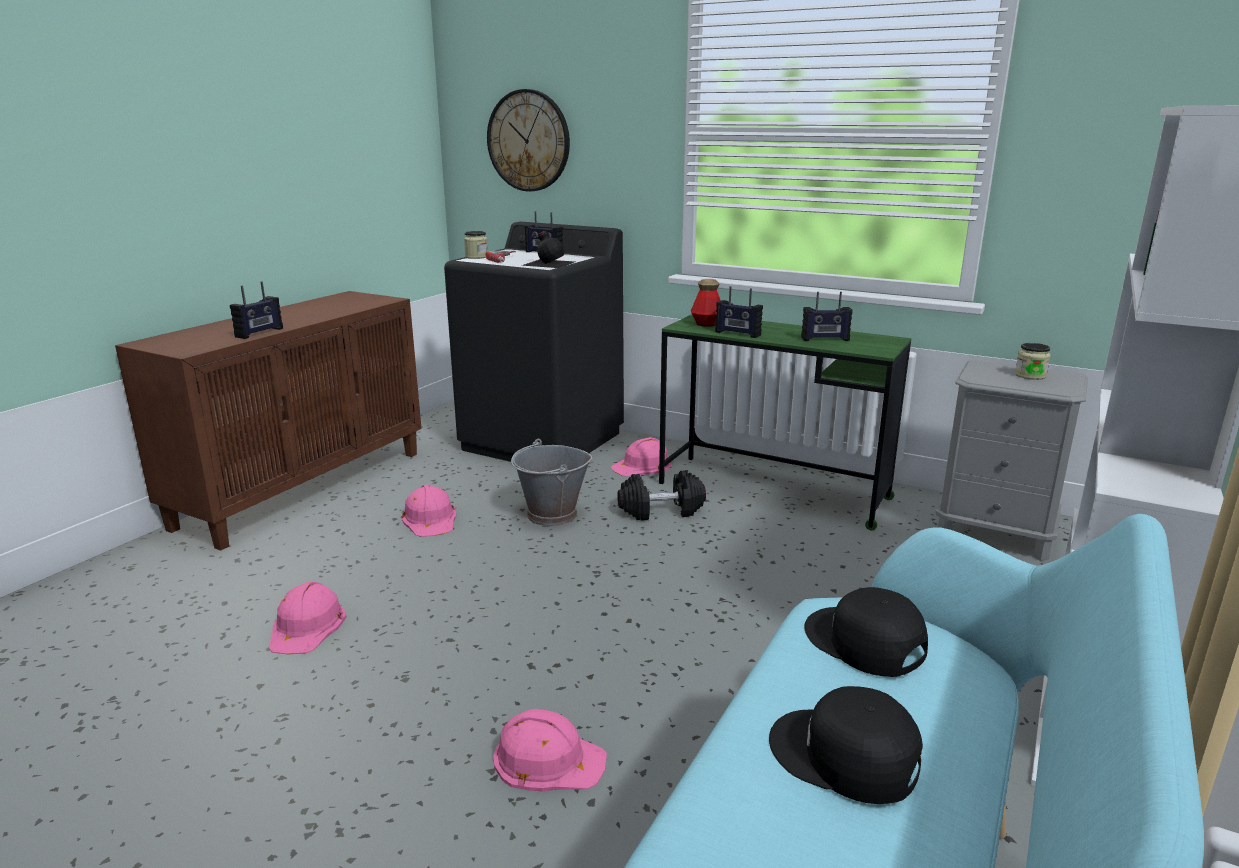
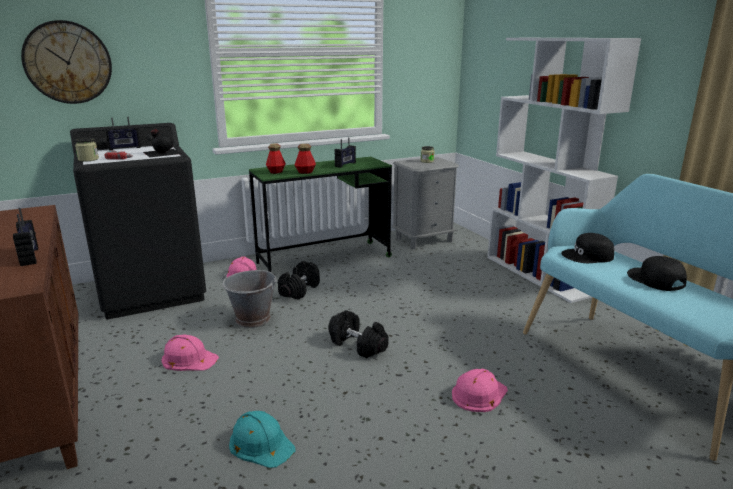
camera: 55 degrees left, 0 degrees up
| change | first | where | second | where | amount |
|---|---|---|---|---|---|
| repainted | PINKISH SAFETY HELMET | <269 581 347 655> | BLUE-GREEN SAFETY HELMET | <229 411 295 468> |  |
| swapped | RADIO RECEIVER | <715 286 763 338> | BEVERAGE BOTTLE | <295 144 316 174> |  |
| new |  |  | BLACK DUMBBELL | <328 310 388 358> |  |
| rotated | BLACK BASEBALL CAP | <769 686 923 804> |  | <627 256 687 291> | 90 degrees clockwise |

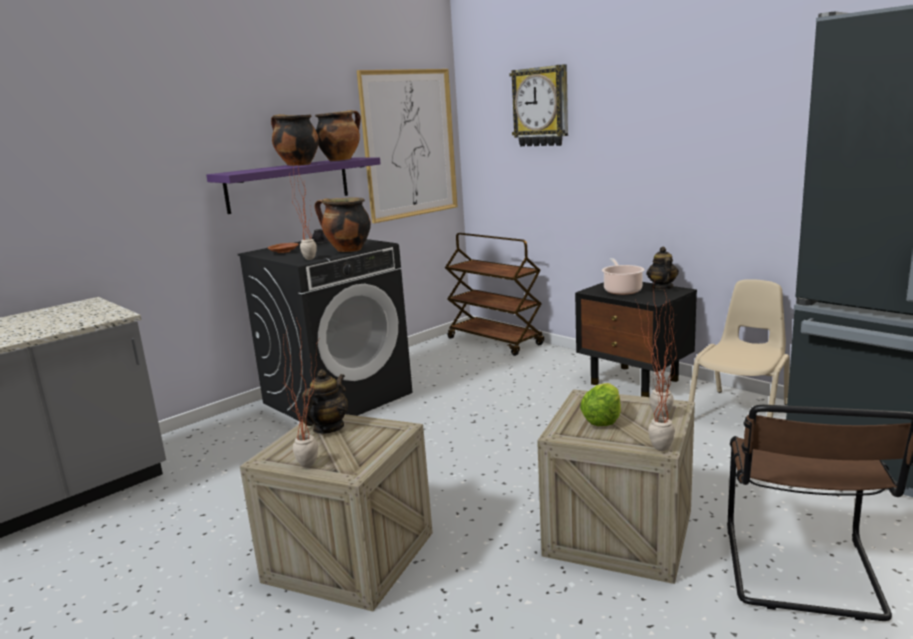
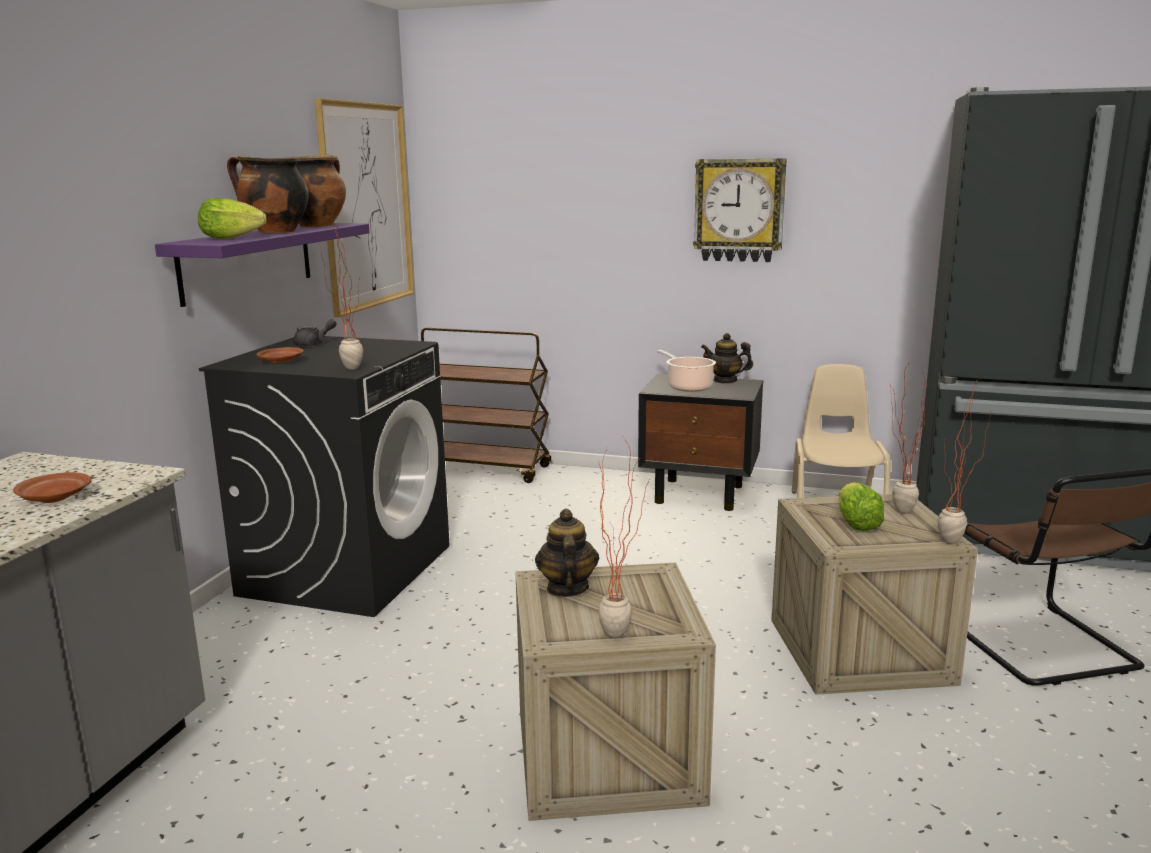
camera: 30 degrees left, 0 degrees up
| change | first | where | second | where | amount |
|---|---|---|---|---|---|
| new |  |  | BROWN-COLOURED FLAT DISH | <13 472 92 503> |  |
| new |  |  | HEAD OF LETTUCE | <198 198 267 239> |  |
| shifted | CLOCK ON THE WALL | <510 64 568 146> |  | <693 158 787 262> |  |
| rotated | POT FOR TEA | <647 247 679 290> |  | <701 333 753 384> | 45 degrees counterclockwise |
| gone | COOKING POT | <315 197 371 252> |  |  |  |

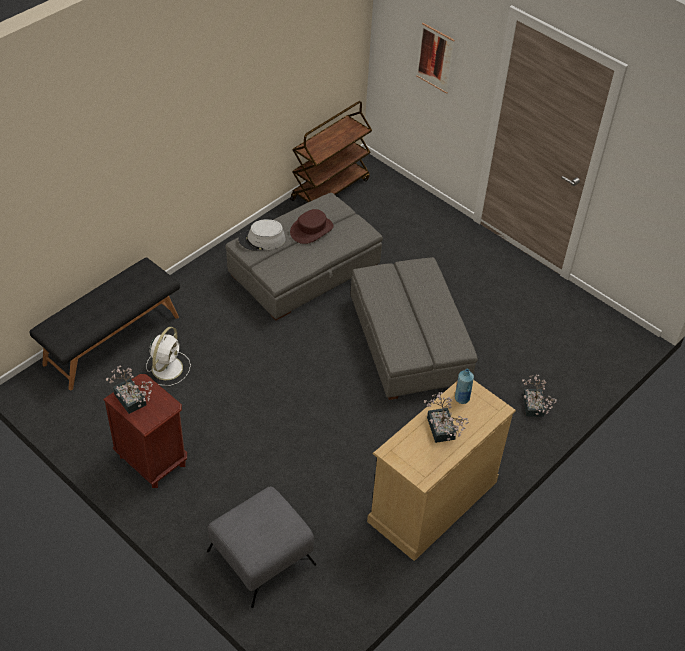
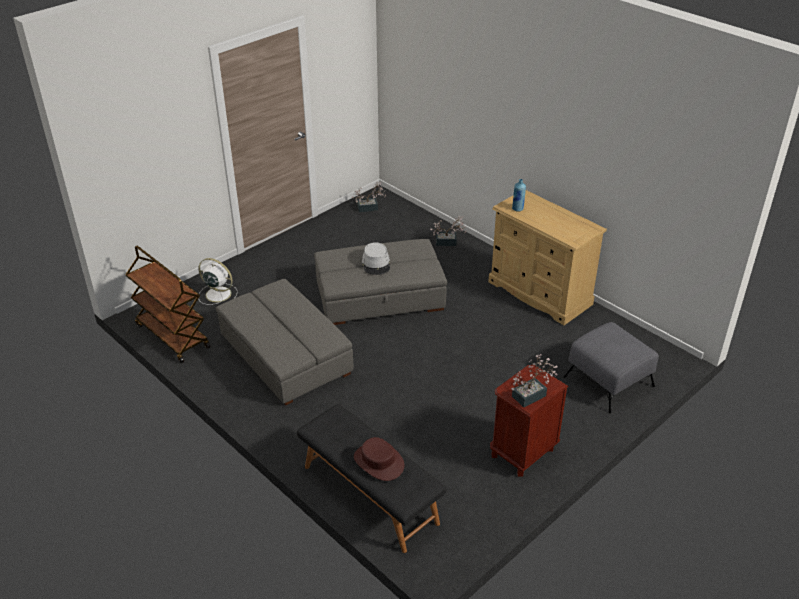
camera: 85 degrees left, 10 degrees down
| change | first | where | second | where | amount |
|---|---|---|---|---|---|
| shifted | WHITE-COLOURED COOLING FAN | <146 327 191 386> |  | <198 258 238 305> |  |
| shifted | HOUSEPLANT | <424 392 469 443> |  | <352 182 386 212> |  |
| shifted | BROWN-COLOURED WEARABLE HAT | <290 209 334 244> |  | <354 437 405 481> |  |
| shifted | GRAY WEARABLE HAT | <238 219 286 251> |  | <362 242 390 275> |  |
| gone | WALL PICTURE | <416 23 455 94> |  |  |  |

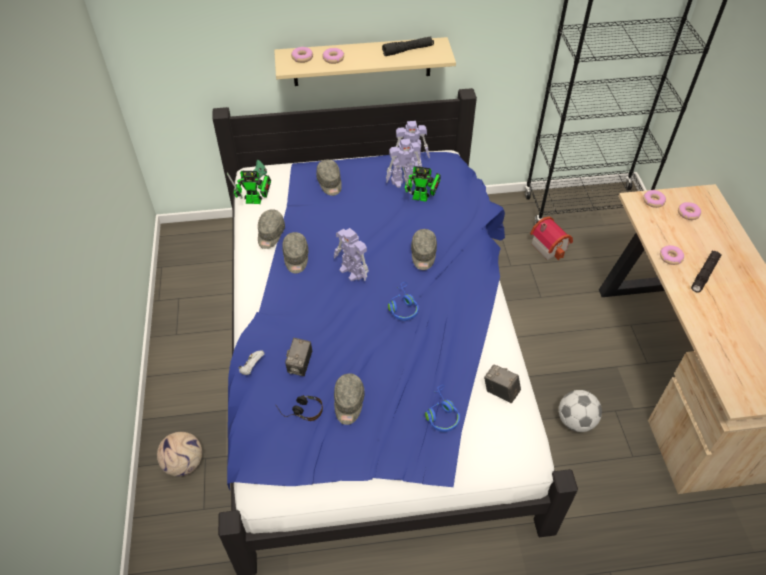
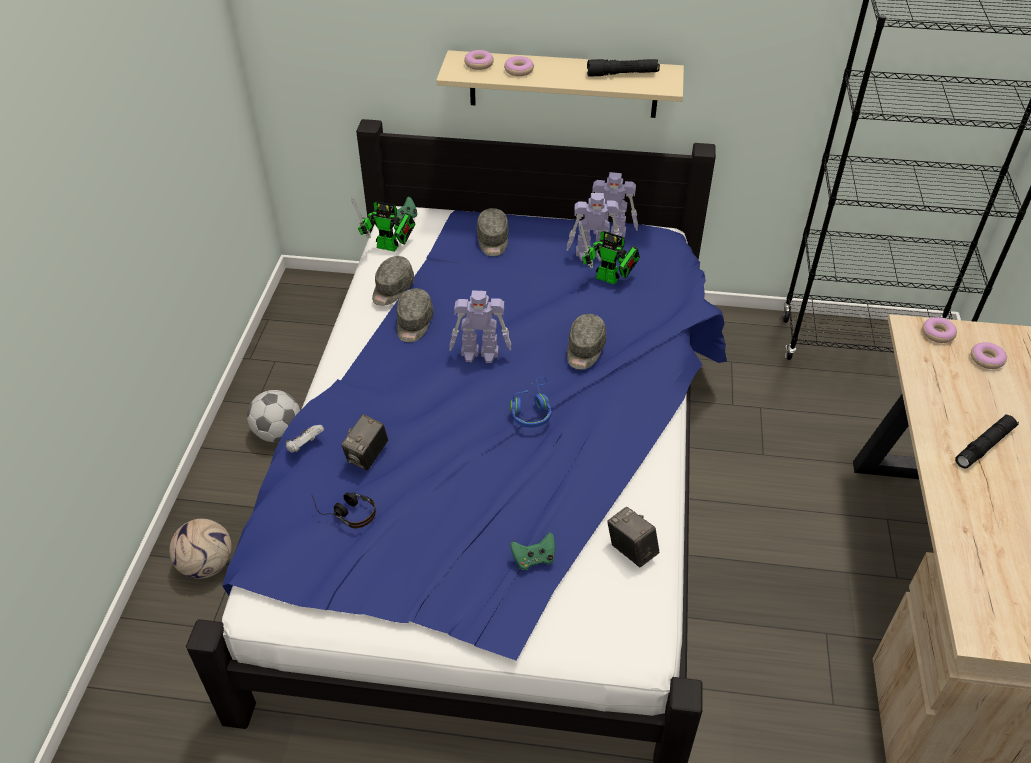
camera: 15 degrees right, 5 degrees down
| change | first | where | second | where | amount |
|---|---|---|---|---|---|
| shifted | FOOTBALL | <559 390 602 432> |  | <247 390 300 442> |  |
| rotated | TOY ROBOT | <334 228 369 281> |  | <449 290 511 363> | 60 degrees counterclockwise |
| swapped | BLUE-COLOURED HEADSET | <425 385 460 432> | GREEN JOYPAD | <510 532 555 570> |  |
| gone | GRAY BASEBALL CAP | <334 373 364 425> |  |  |  |
| gone | MINIATURE HOUSE | <530 216 573 260> |  |  |  |
| gone | RING DOUGHNUT | <660 245 684 265> |  |  |  |

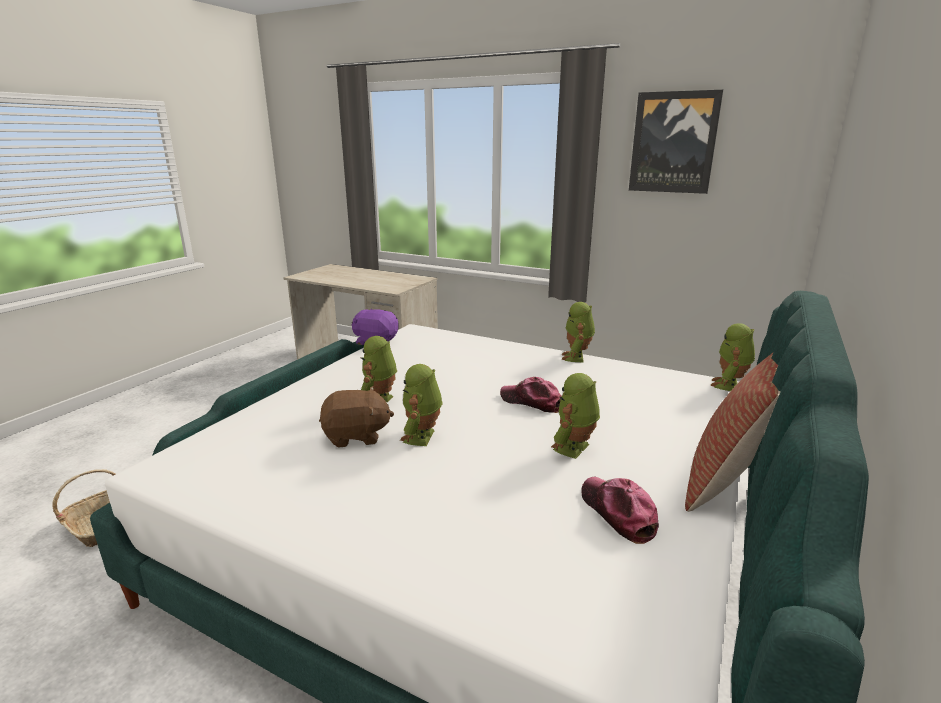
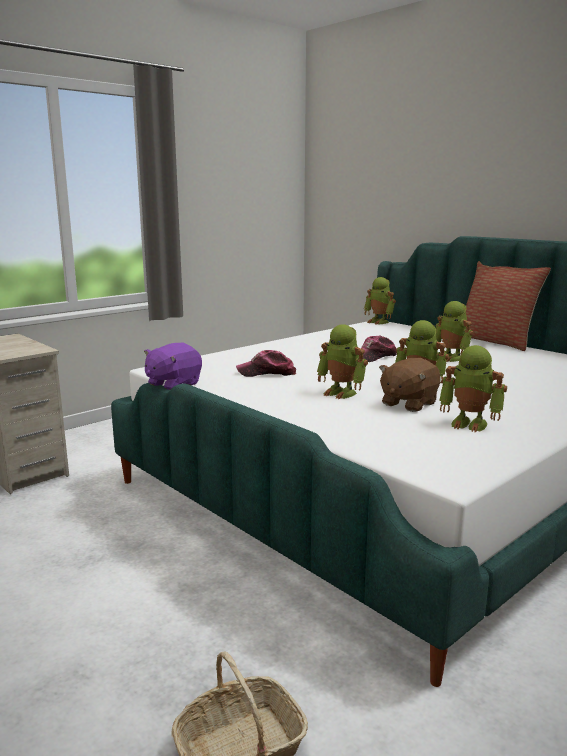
camera: 70 degrees left, 5 degrees down
| change | first | where | second | where | amount |
|---|---|---|---|---|---|
| shifted | BASEBALL CAP | <581 477 659 544> |  | <236 350 296 377> |  |
| rotated | BROWN-COLOURED SOFT TOY | <319 386 394 448> |  | <379 358 441 412> | 150 degrees counterclockwise |
| shifted | TOY ROBOT | <562 302 595 362> |  | <439 345 507 432> |  |
| gone | WALL PICTURE | <629 90 723 194> |  |  |  |

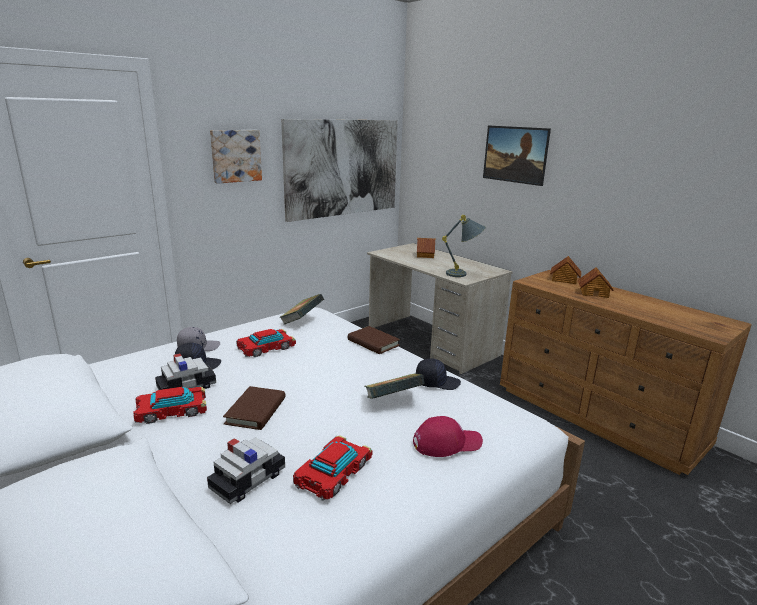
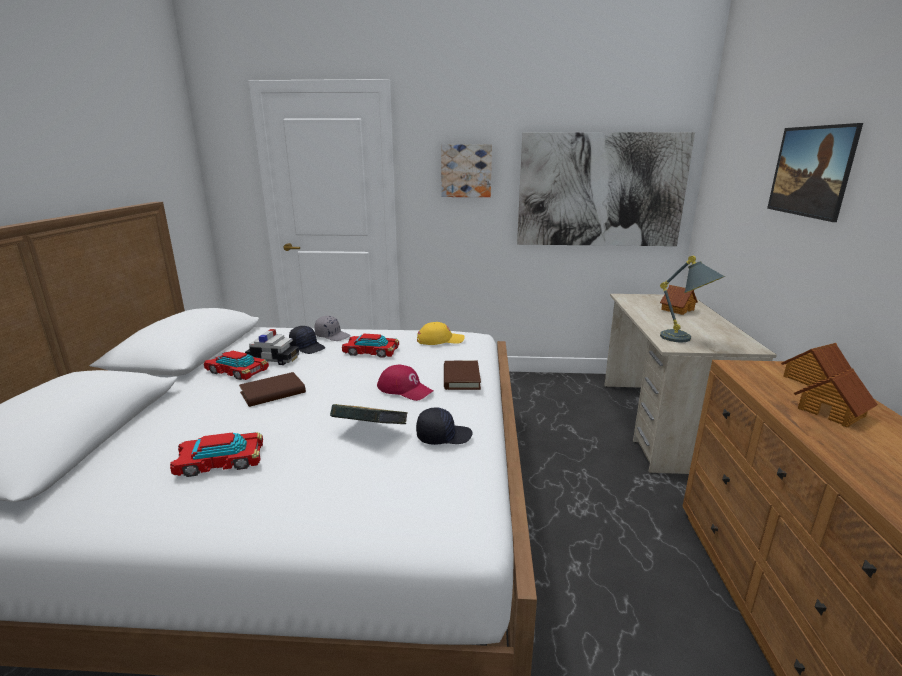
camera: 45 degrees right, 0 degrees up
| change | first | where | second | where | amount |
|---|---|---|---|---|---|
| shifted | REDDISH BASEBALL CAP | <413 416 483 457> |  | <377 364 434 401> |  |
| rotated | BLACK BASEBALL CAP | <416 358 461 390> |  | <416 407 472 445> | 60 degrees counterclockwise |
| swapped | VOLUME | <279 294 324 325> | YELLOWISH BASEBALL CAP | <417 322 465 345> |  |
| gone | MODEL CAR | <207 437 285 504> |  |  |  |

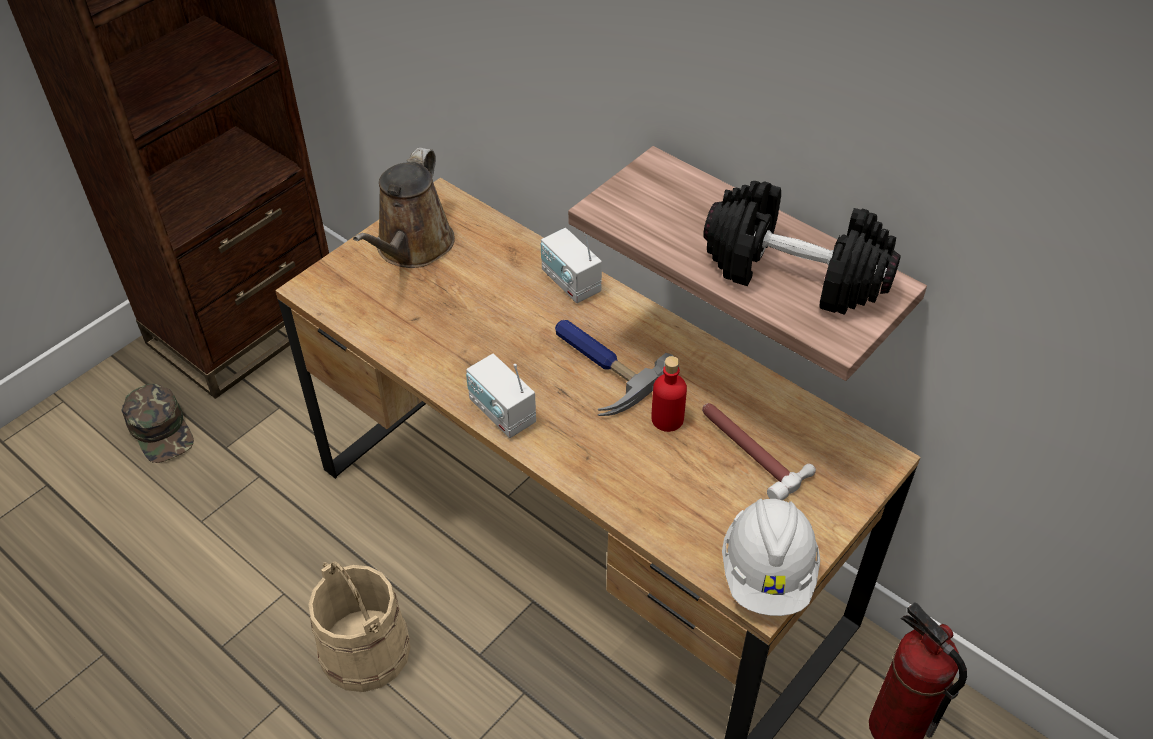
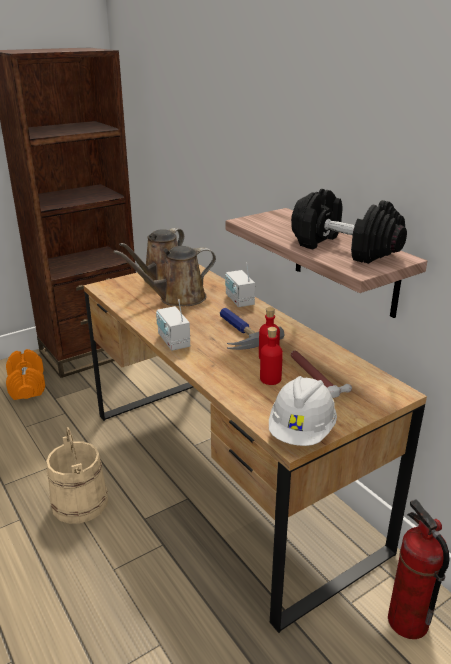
camera: 15 degrees right, 20 degrees down
| change | first | where | second | where | amount |
|---|---|---|---|---|---|
| swapped | GREEN BASEBALL CAP | <121 384 194 463> | ORANGE DUMBBELL | <6 349 45 400> |  |
| new |  |  | BROWN-COLOURED WATERING CAN | <114 246 216 306> |  |
| new |  |  | REDDISH BEVERAGE BOTTLE | <260 327 283 385> |  |

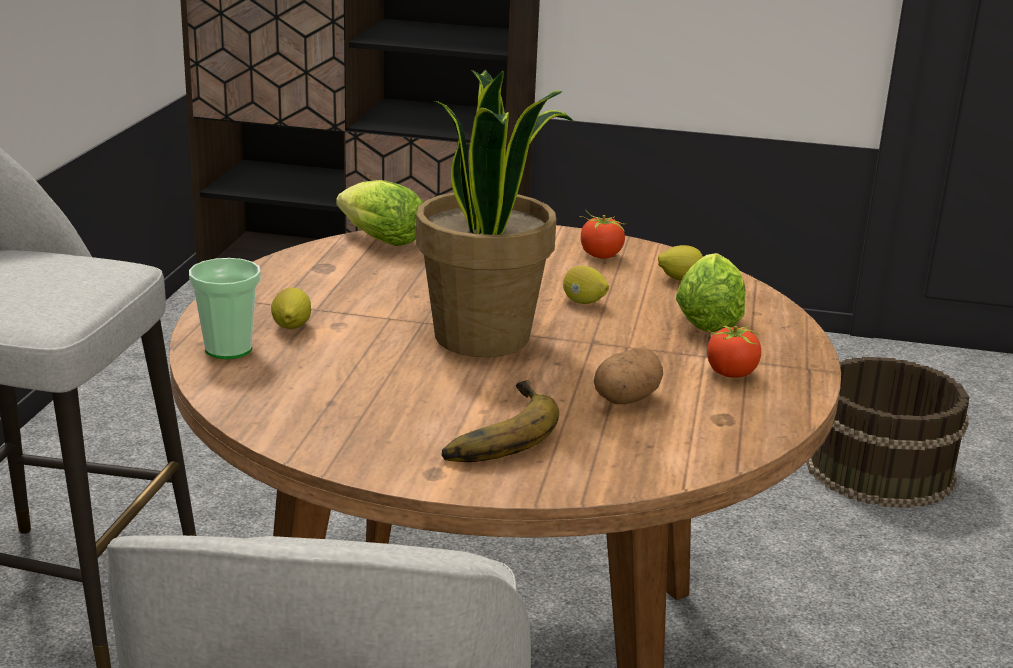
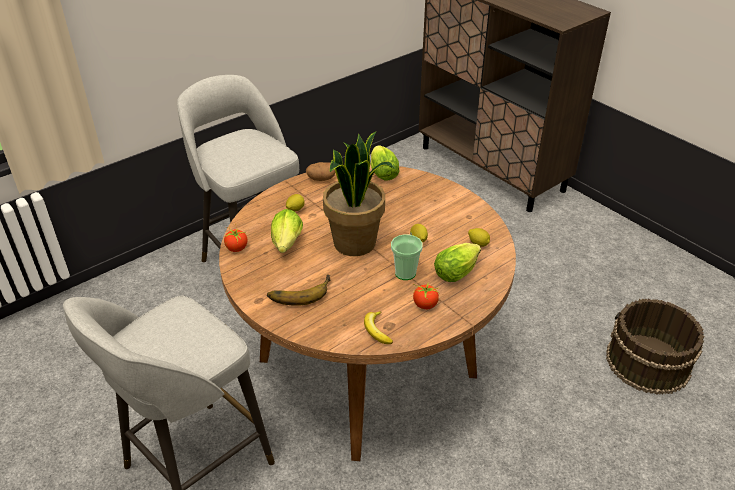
camera: 40 degrees right, 15 degrees up
| change | first | where | second | where | amount |
|---|---|---|---|---|---|
| shifted | WHOLE TOMATO | <580 210 627 259> |  | <224 224 248 252> |  |
| new |  |  | HEAD OF LETTUCE | <271 209 303 253> |  |
| shifted | WHOLE POTATO | <594 348 663 404> |  | <306 162 335 181> |  |
| new |  |  | BANANA | <364 311 393 344> |  |
| shifted | SMALL CUP | <189 258 261 359> |  | <391 234 423 280> |  |

